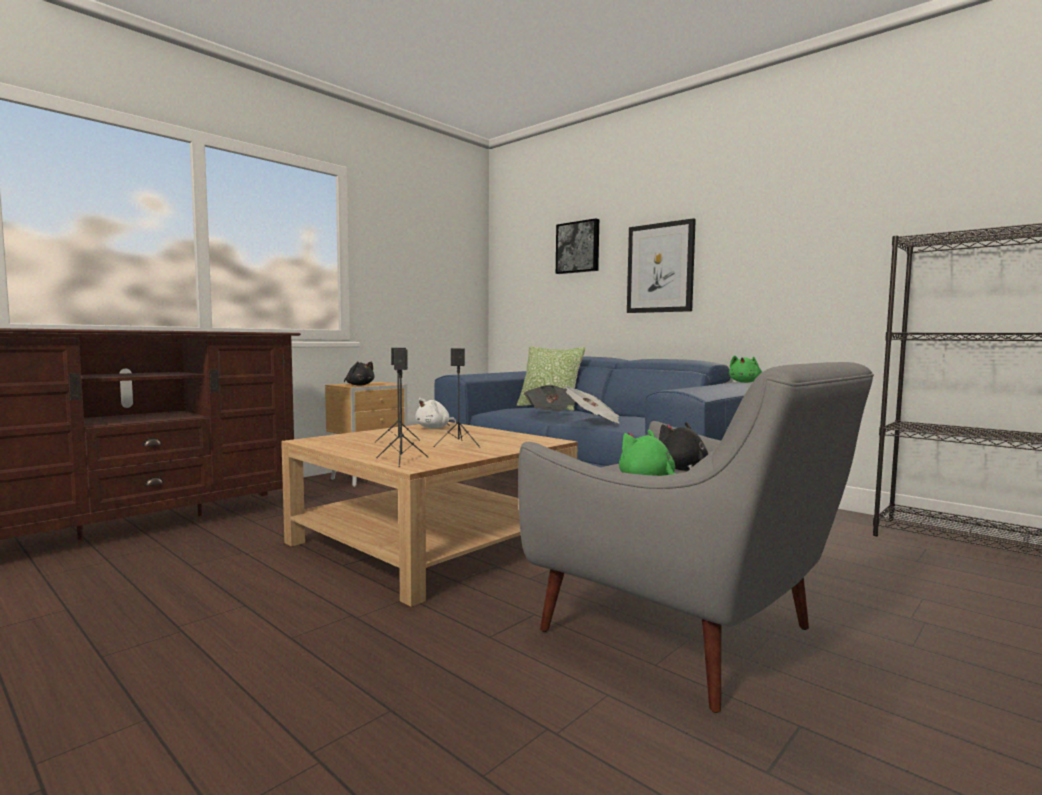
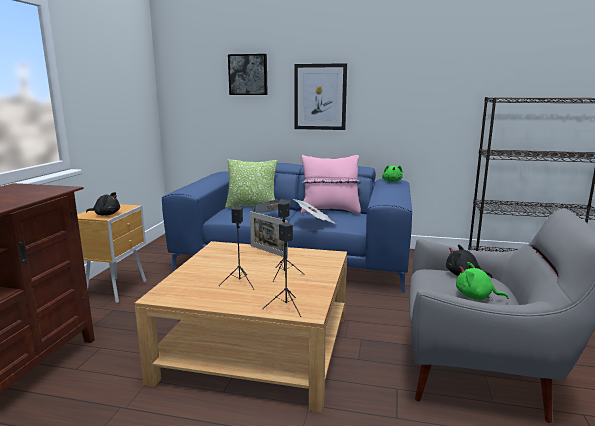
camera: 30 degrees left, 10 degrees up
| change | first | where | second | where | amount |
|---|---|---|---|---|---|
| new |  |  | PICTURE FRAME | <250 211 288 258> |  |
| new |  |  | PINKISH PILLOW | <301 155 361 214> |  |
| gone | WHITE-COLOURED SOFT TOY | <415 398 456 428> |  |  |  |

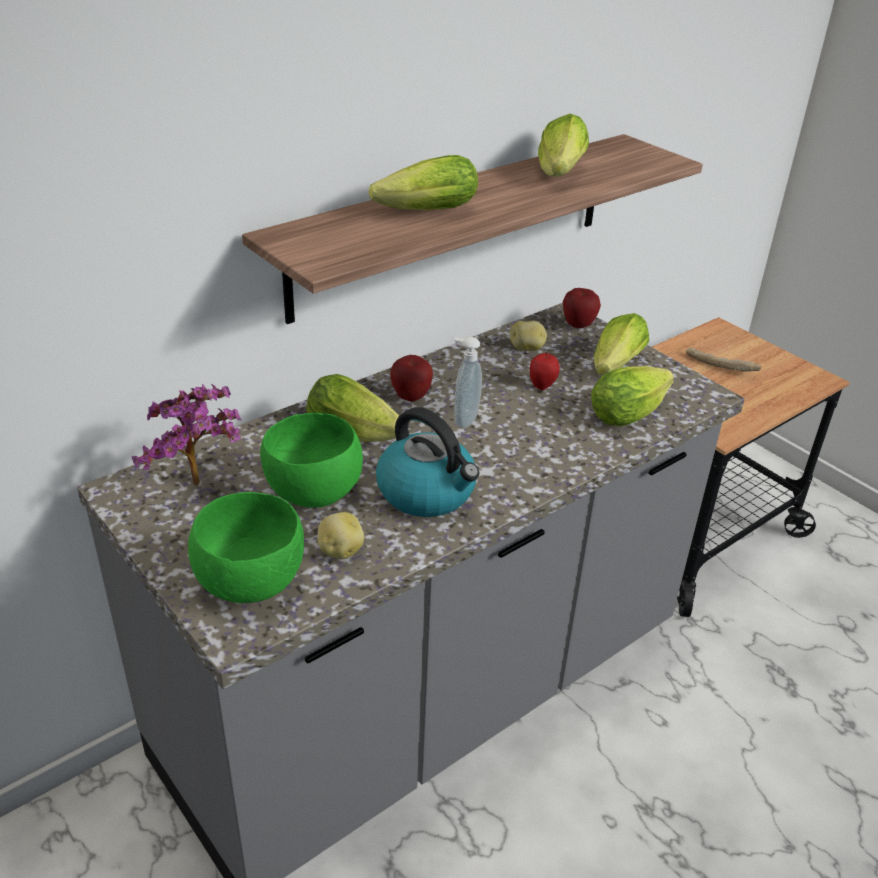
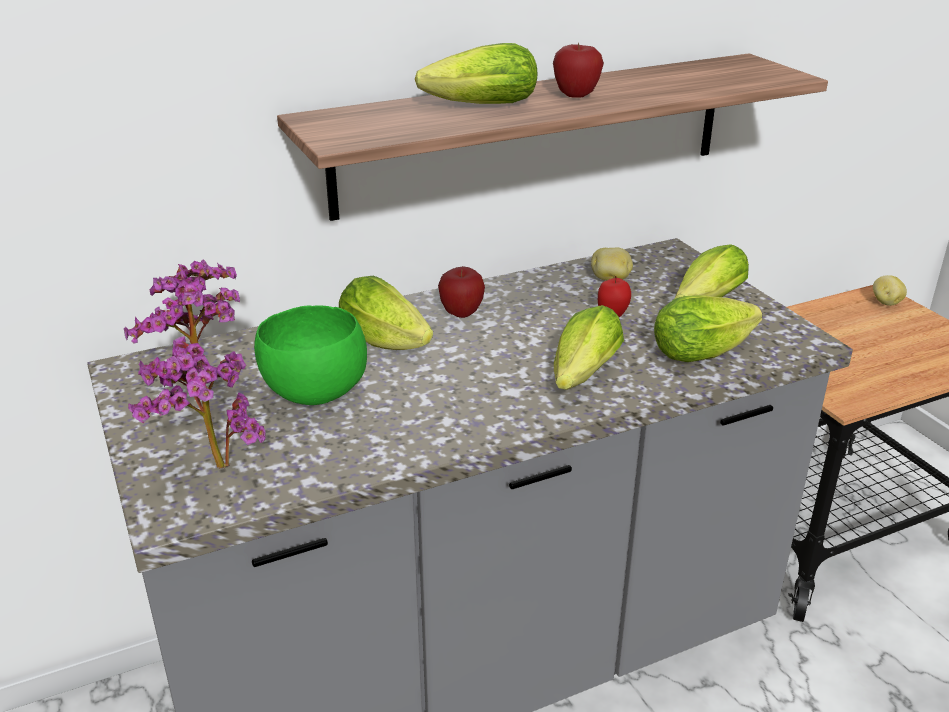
camera: 15 degrees right, 5 degrees down
| change | first | where | second | where | amount |
|---|---|---|---|---|---|
| swapped | GREEN BOWL | <188 492 304 603> | HOUSEPLANT | <128 336 266 469> |  |
| shifted | APPLE | <563 288 601 328> |  | <553 43 604 97> |  |
| shifted | HEAD OF LETTUCE | <538 114 589 177> |  | <554 305 624 390> |  |
| shifted | WHOLE POTATO | <318 512 364 559> |  | <873 275 907 306> |  |
| gone | KETTLE | <376 407 479 517> |  |  |  |
| gone | SOAP BOTTLE | <454 337 482 428> |  |  |  |
| gone | BAKED BREAD | <686 348 761 372> |  |  |  |

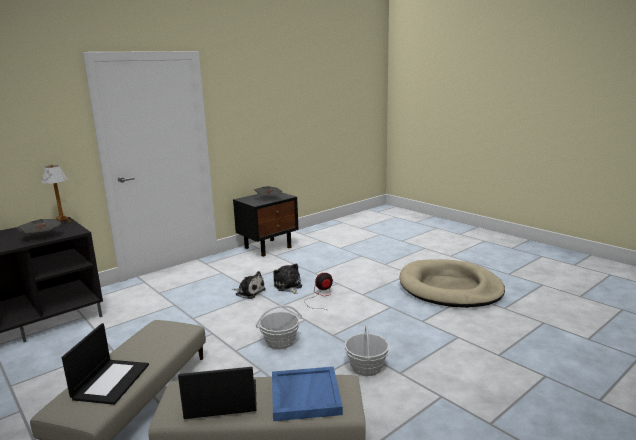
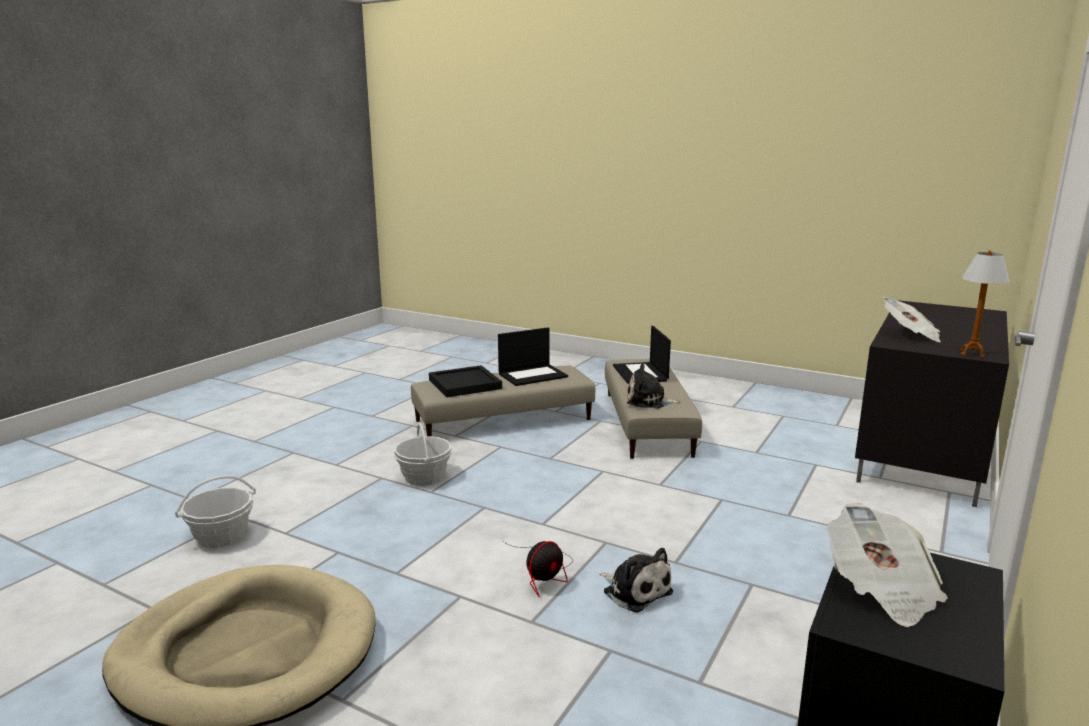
camera: 160 degrees right, 0 degrees up
| change | first | where | second | where | amount |
|---|---|---|---|---|---|
| shifted | HOUSEHOLD BASKET | <256 305 302 349> |  | <175 475 256 548> |  |
| repainted | BLUE-COLOURED TRAY | <272 367 343 421> | BLACK TRAY | <429 365 502 397> |  |
| shifted | SOFT TOY | <232 271 266 299> |  | <627 364 681 408> |  |

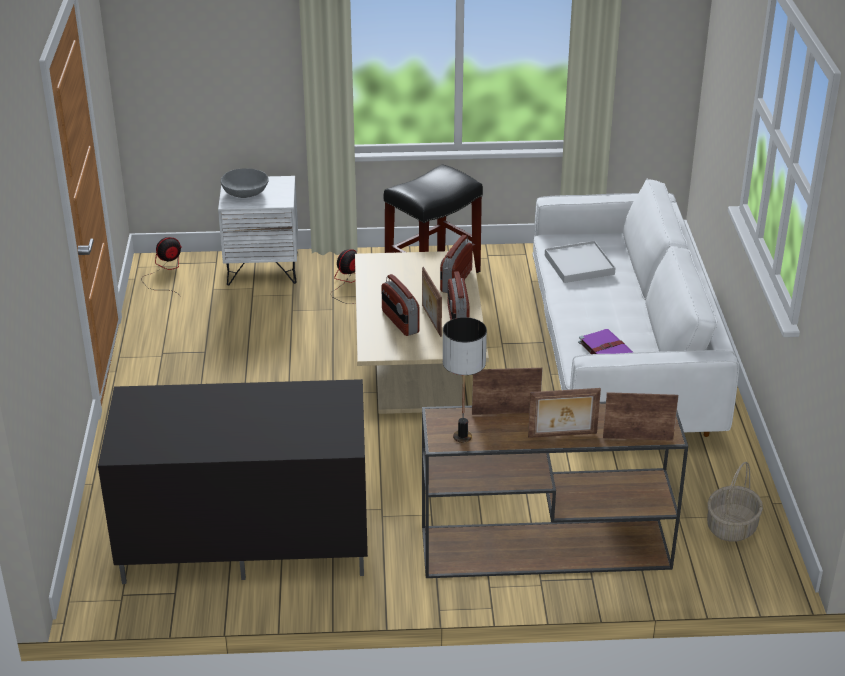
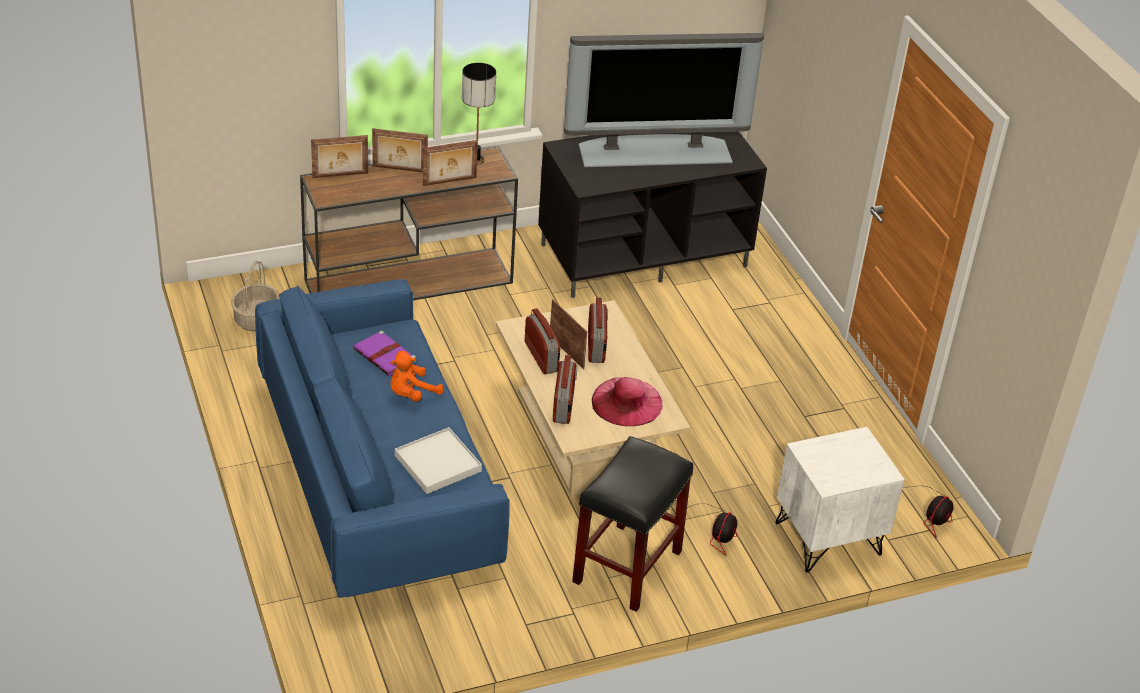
camera: 160 degrees right, 5 degrees up
| change | first | where | second | where | amount |
|---|---|---|---|---|---|
| repainted | WHITE-COLOURED SETTEE | <532 178 739 437> | BLUE-COLOURED SETTEE | <255 279 510 598> |  |
| rotated | PICTURE FRAME | <528 388 601 438> |  | <372 128 428 173> | 150 degrees counterclockwise |
| new |  |  | ORANGE SOFT TOY | <390 351 444 402> |  |
| new |  |  | TELEVISION | <564 33 764 167> |  |
| rotated | RADIO RECEIVER | <381 274 420 336> |  | <588 297 608 363> | 45 degrees clockwise |
| new |  |  | PINKISH WEARABLE HAT | <592 377 663 426> |  |
| gone | GRAY BOWL | <221 168 269 198> |  |  |  |

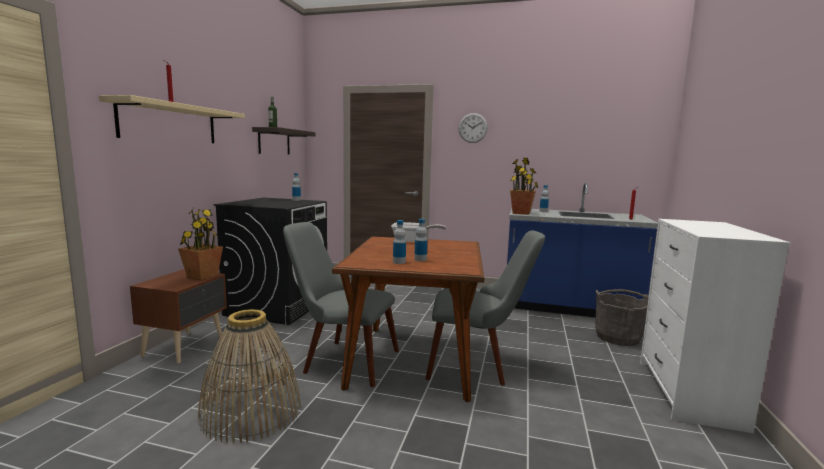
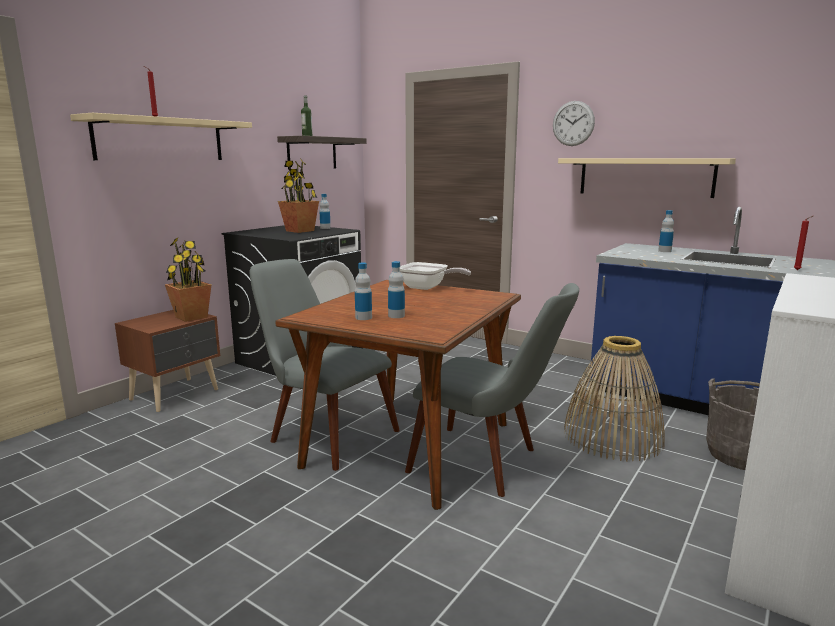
camera: 20 degrees right, 5 degrees up
| change | first | where | second | where | amount |
|---|---|---|---|---|---|
| shifted | HOUSEPLANT | <510 158 538 215> |  | <278 158 319 233> |  |
| new |  |  | BEIGE-COLOURED WALL SHELF | <558 158 736 198> |  |
| shifted | HOUSEHOLD BASKET | <198 309 301 443> |  | <564 336 665 462> |  |

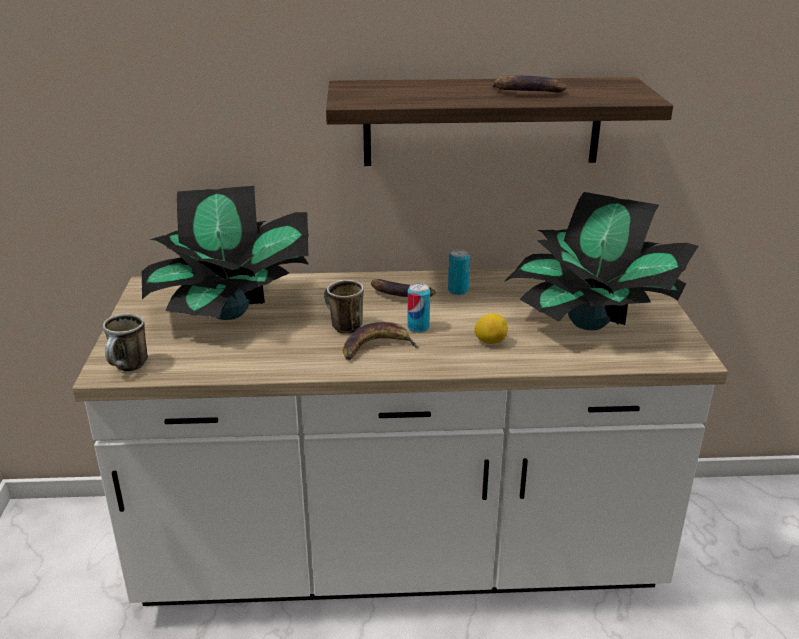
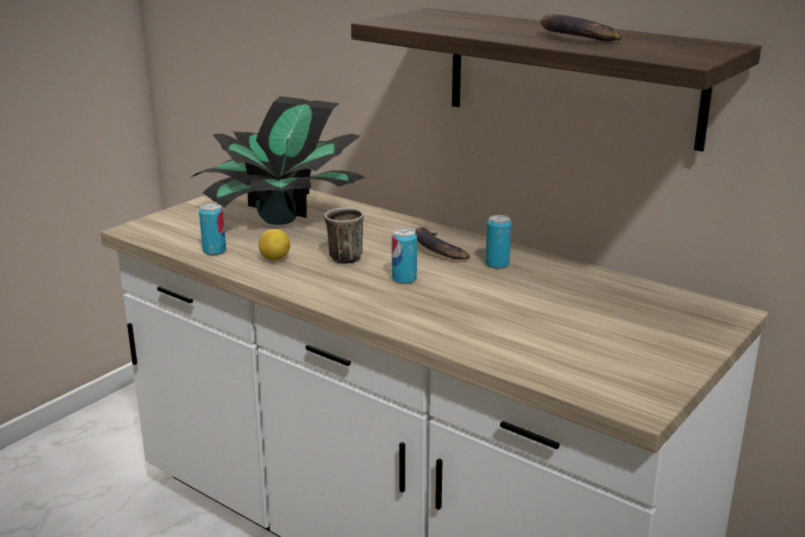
camera: 40 degrees right, 5 degrees down
| change | first | where | second | where | amount |
|---|---|---|---|---|---|
| new |  |  | CAN | <199 203 226 255> |  |
| shifted | CITRUS FRUIT | <474 313 508 344> |  | <259 229 290 261> |  |
| gone | TEA MUG | <103 313 148 371> |  |  |  |
| gone | BANANA | <343 322 420 360> |  |  |  |
| gone | HOUSEPLANT | <504 192 699 330> |  |  |  |

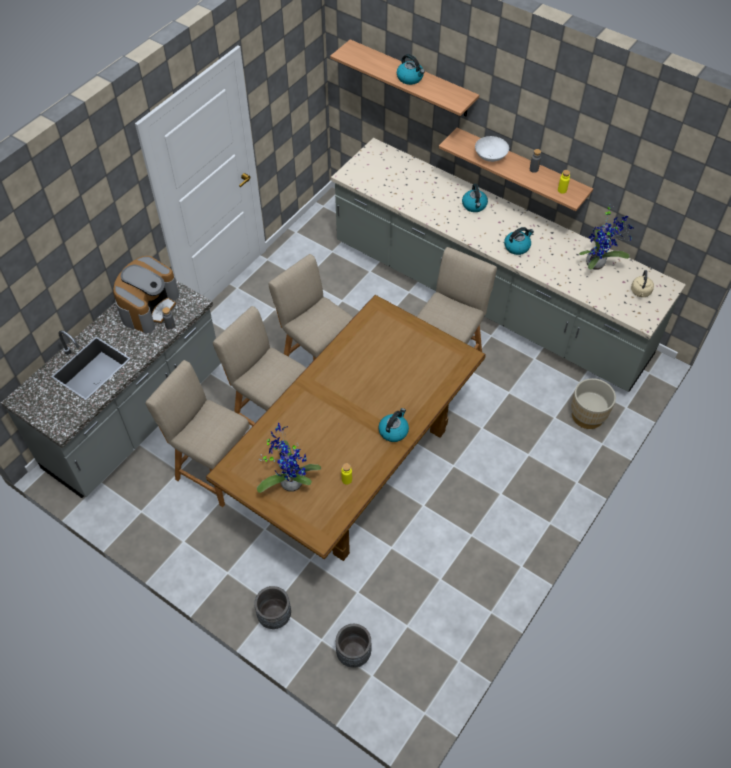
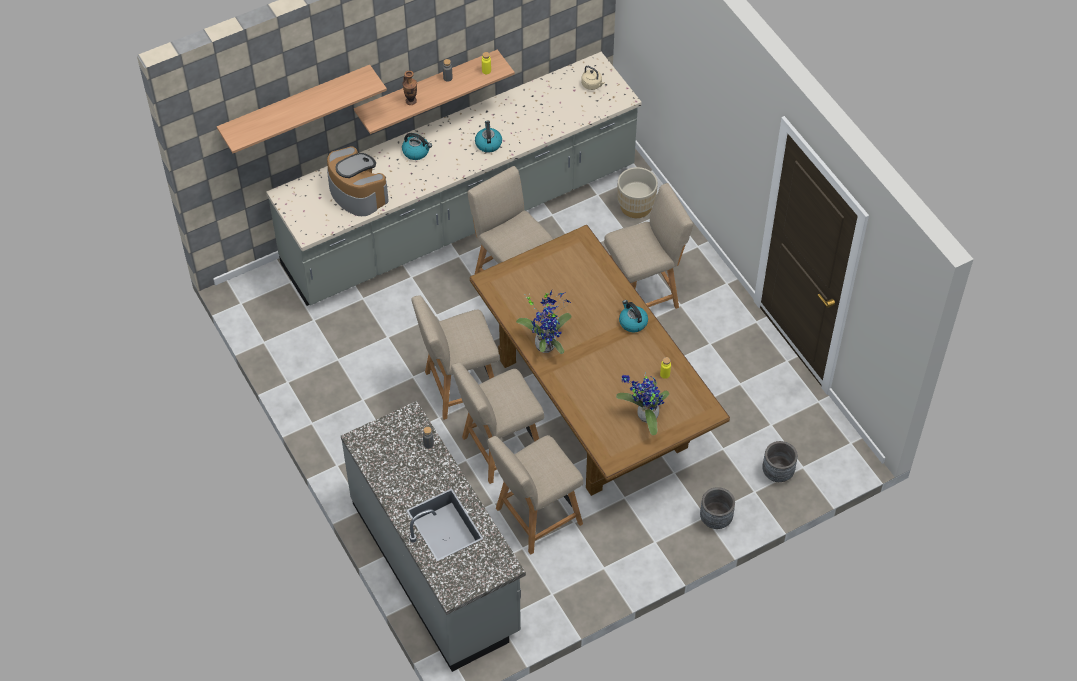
camera: 65 degrees left, 0 degrees up
| change | first | where | second | where | amount |
|---|---|---|---|---|---|
| shifted | COFFEE MACHINE | <113 256 179 334> |  | <327 146 389 216> |  |
| swapped | WHITE-COLOURED BOWL | <475 136 509 162> | DECORATIVE VASE | <402 71 417 105> |  |
| shifted | HOUSEPLANT | <579 206 635 270> |  | <516 290 572 354> |  |
| new |  |  | BEIGE-COLOURED PLAIN CHAIR | <604 183 693 309> |  |
| gone | KETTLE | <397 54 425 85> |  |  |  |

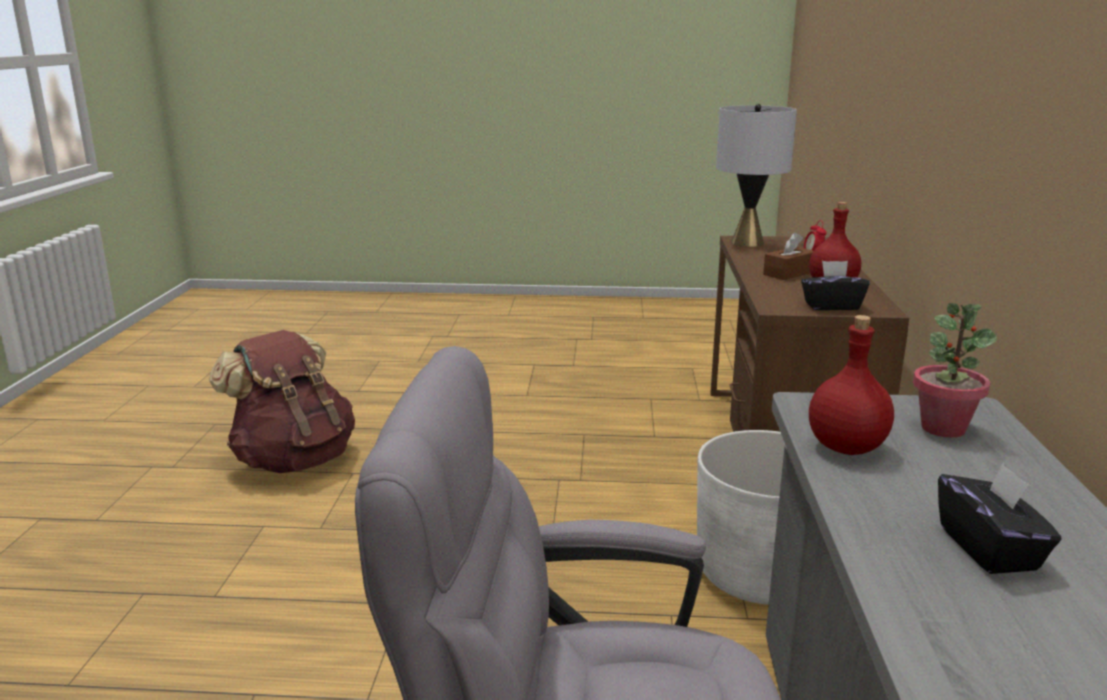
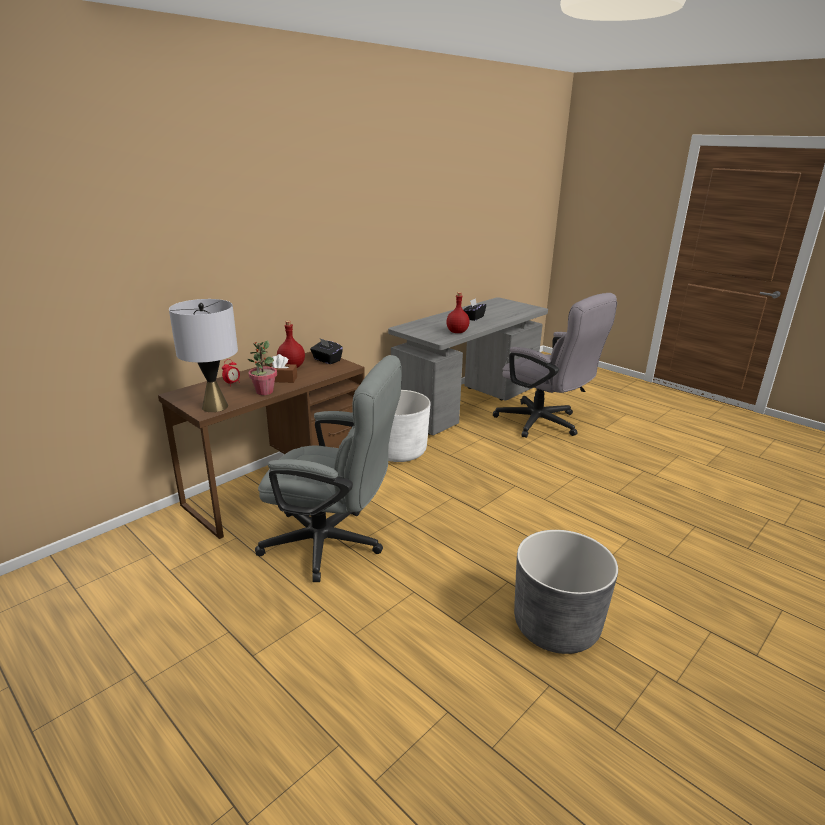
camera: 140 degrees left, 5 degrees up
| change | first | where | second | where | amount |
|---|---|---|---|---|---|
| shifted | HOUSEPLANT | <913 303 997 438> |  | <248 340 277 395> |  |
| new |  |  | GRAY COMPUTER CHAIR | <255 355 402 582> |  |
| swapped | BROWN-COLOURED KNAPSACK | <209 330 355 473> | GRAY FLOWER POT | <514 530 618 654> |  |

